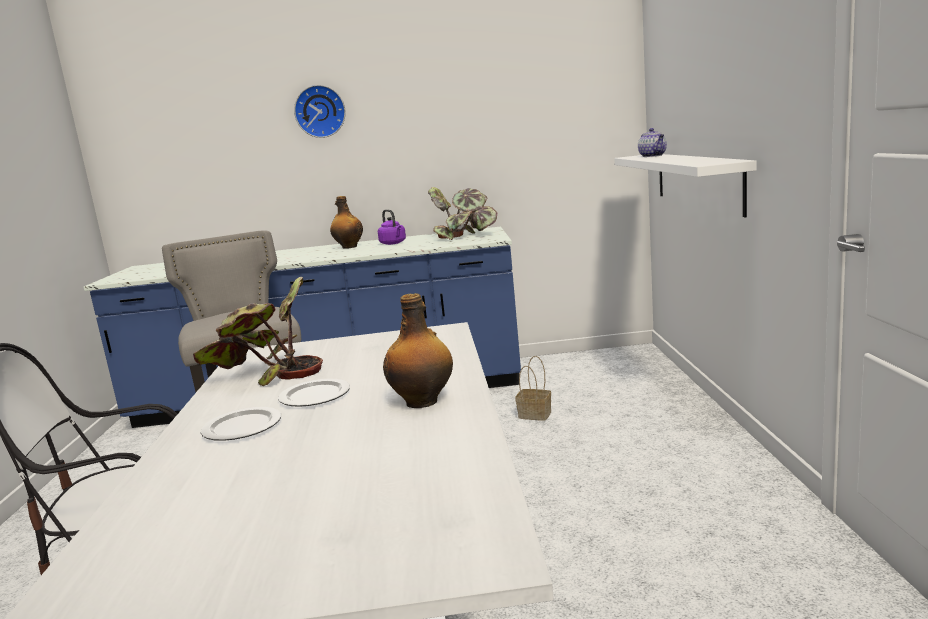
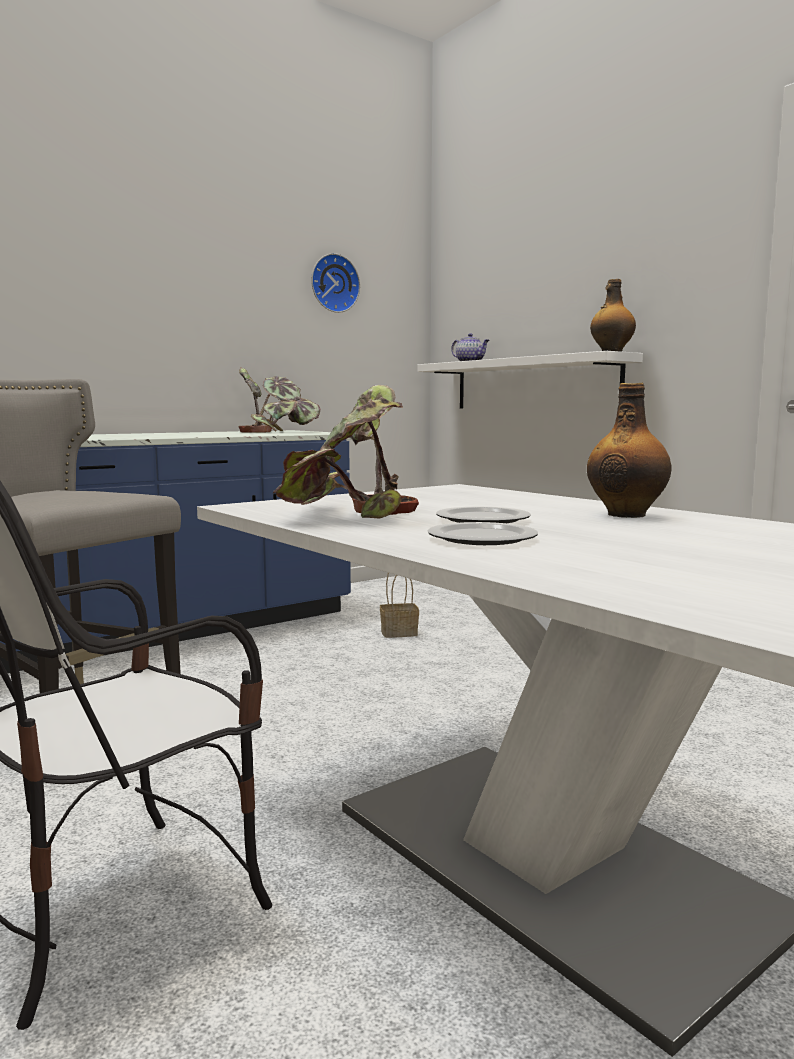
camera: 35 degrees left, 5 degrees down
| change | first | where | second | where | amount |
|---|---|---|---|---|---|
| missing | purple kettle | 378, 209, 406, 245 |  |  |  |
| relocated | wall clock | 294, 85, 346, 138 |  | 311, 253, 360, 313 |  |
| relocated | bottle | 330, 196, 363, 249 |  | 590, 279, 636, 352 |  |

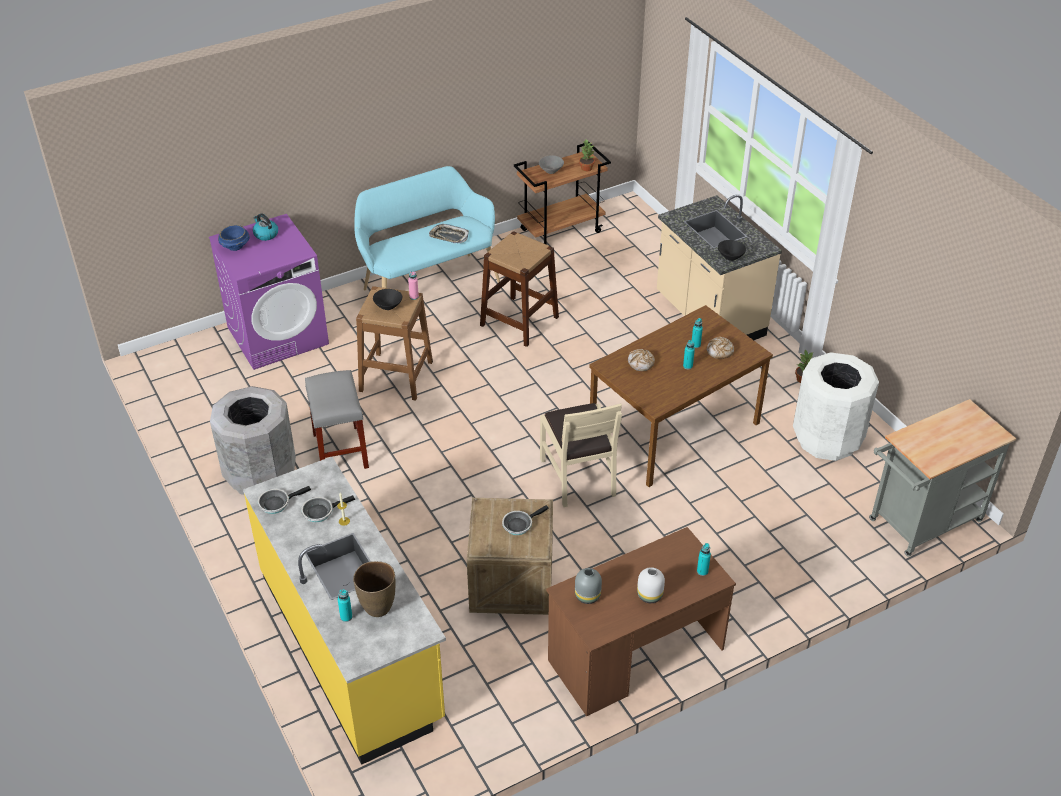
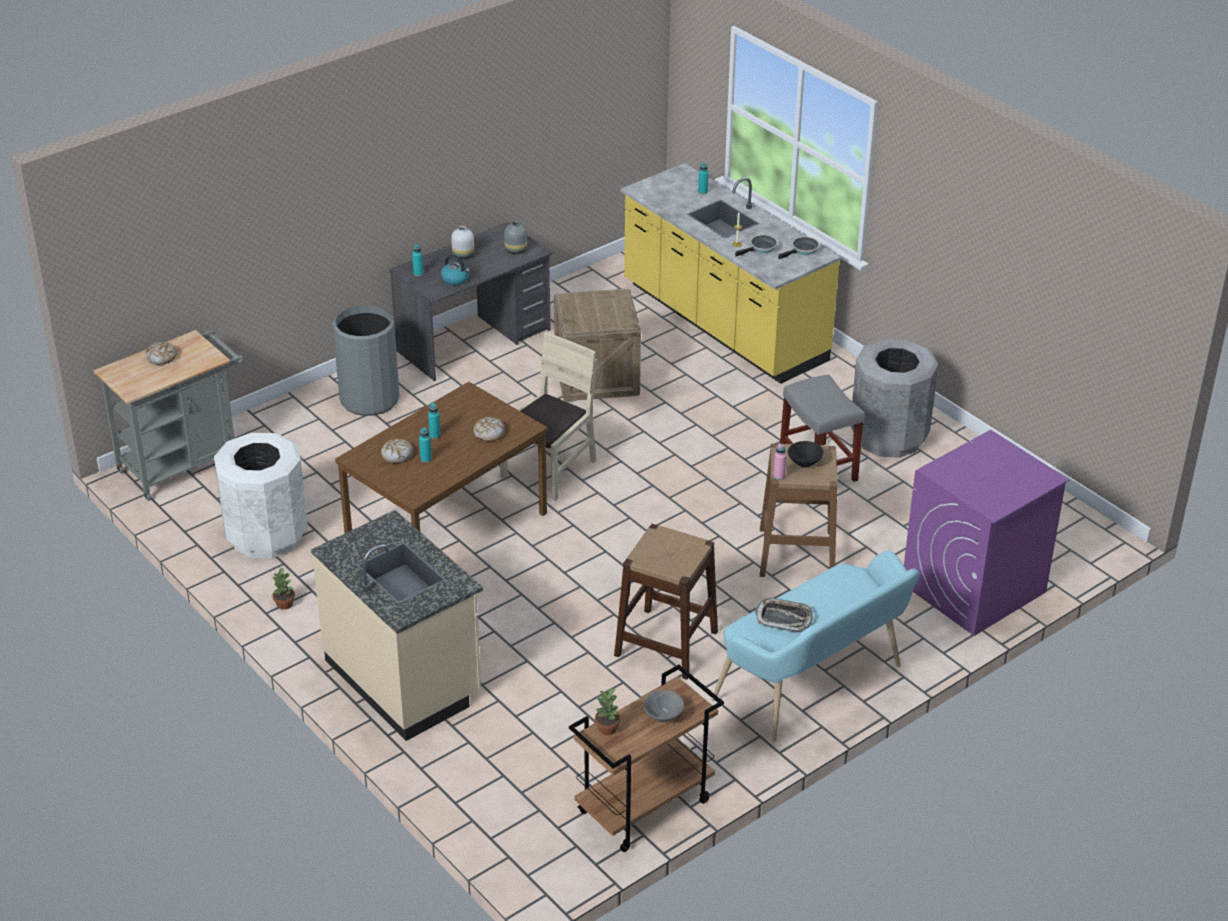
camera: 170 degrees right, 5 degrees down
| change | first | where | second | where | amount |
|---|---|---|---|---|---|
| missing | blue bowl | 218, 225, 250, 251 |  |  |  |
| missing | brown vase | 353, 561, 395, 617 |  |  |  |
| missing | frying pan | 502, 505, 549, 535 |  |  |  |
| missing | black bowl | 718, 240, 746, 261 |  |  |  |
| appeared |  |  | bread | 146, 342, 177, 365 |  |
| appeared |  |  | grey trash can | 333, 305, 400, 416 |  |
| relocated | kettle | 253, 213, 278, 241 |  | 441, 255, 470, 285 |  |
| colour | brown desk | 546, 527, 736, 716 | grey desk | 389, 222, 552, 381 |  |
| spun | beige chair | 540, 403, 622, 507 |  | 500, 332, 597, 501 | 60 degrees clockwise |

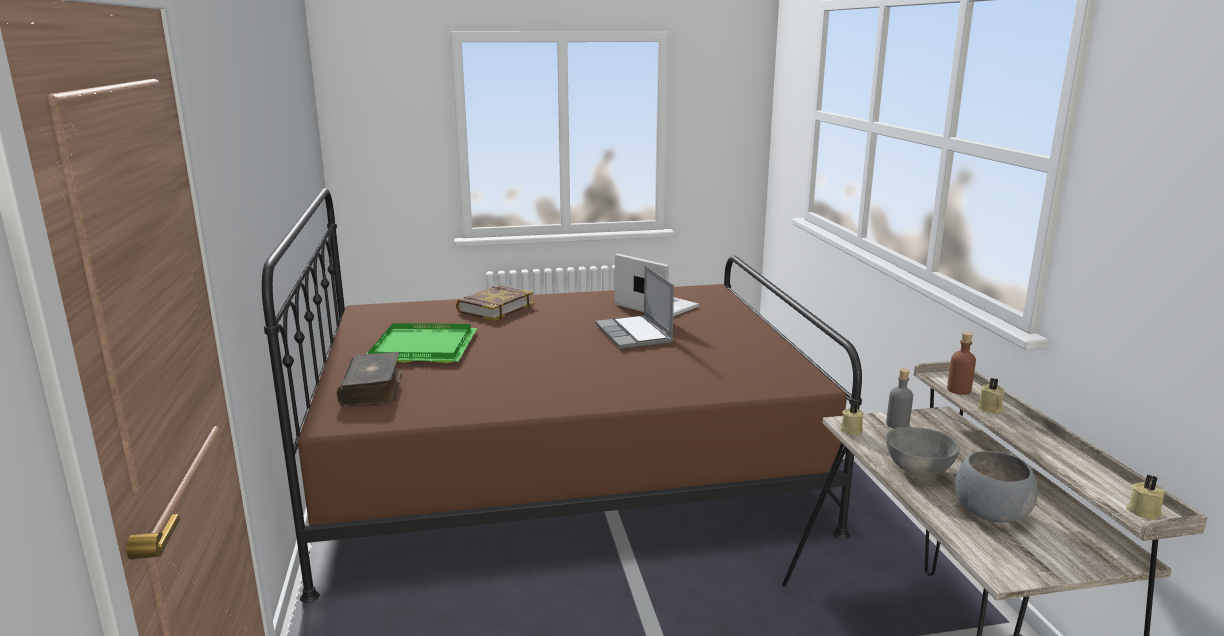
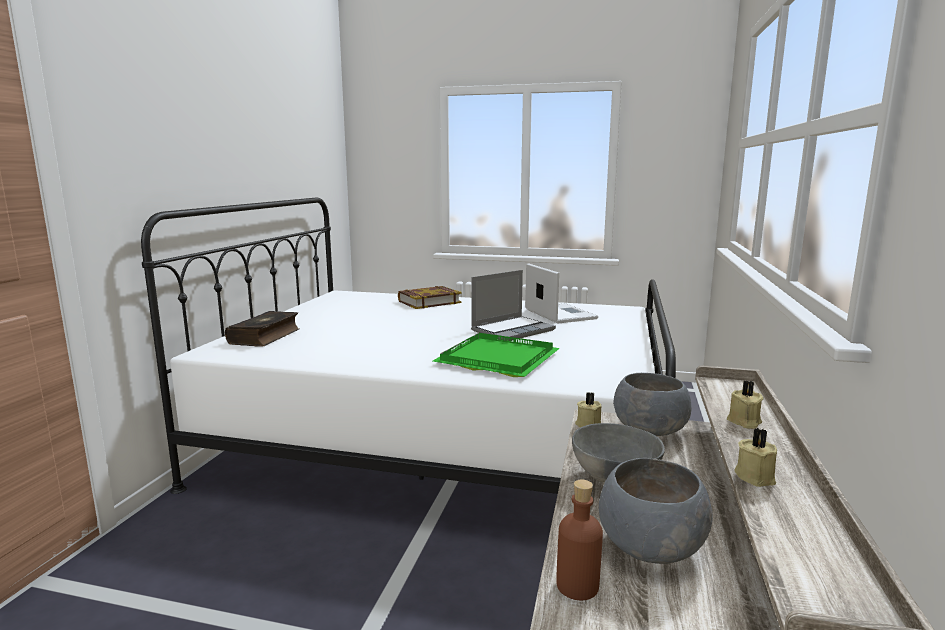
camera: 25 degrees right, 5 degrees down
| change | first | where | second | where | amount |
|---|---|---|---|---|---|
| relocated | green tray | 366, 323, 477, 363 |  | 433, 333, 560, 377 |  |
| relocated | brown bottle | 947, 332, 976, 395 |  | 556, 480, 603, 600 |  |
| relocated | beige candle | 1126, 475, 1165, 520 |  | 734, 428, 777, 487 |  |
| exchanged | grey bottle | 886, 369, 913, 429 | grey bowl | 613, 373, 692, 436 |  |
| colour | brown bed | 262, 188, 862, 603 | white bed | 141, 197, 676, 494 |  |
| spun | laptop | 595, 265, 674, 349 |  | 471, 270, 556, 341 | 135 degrees counterclockwise |

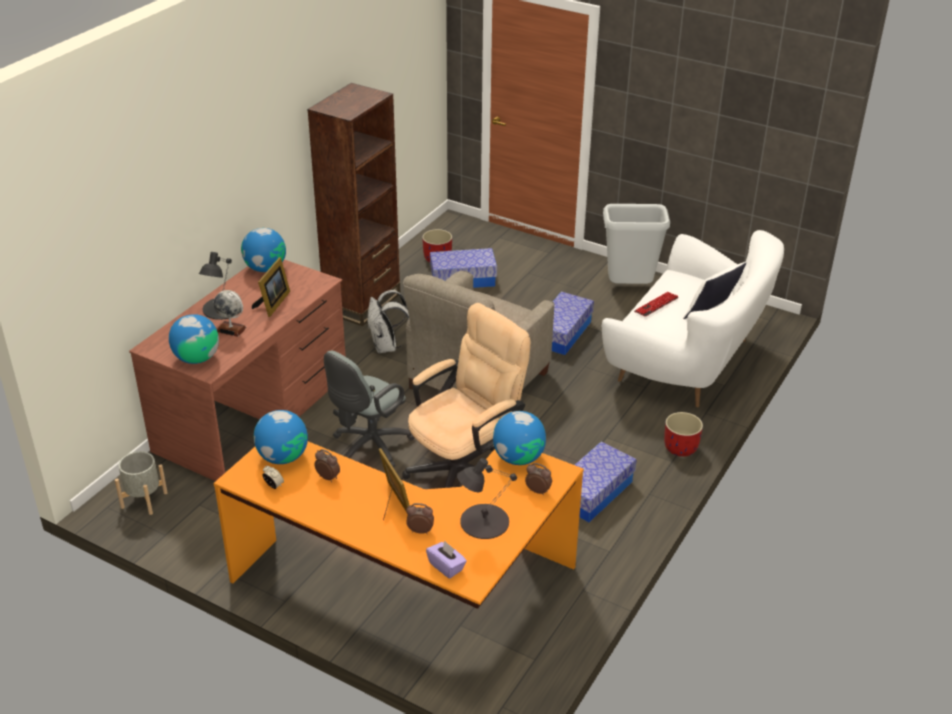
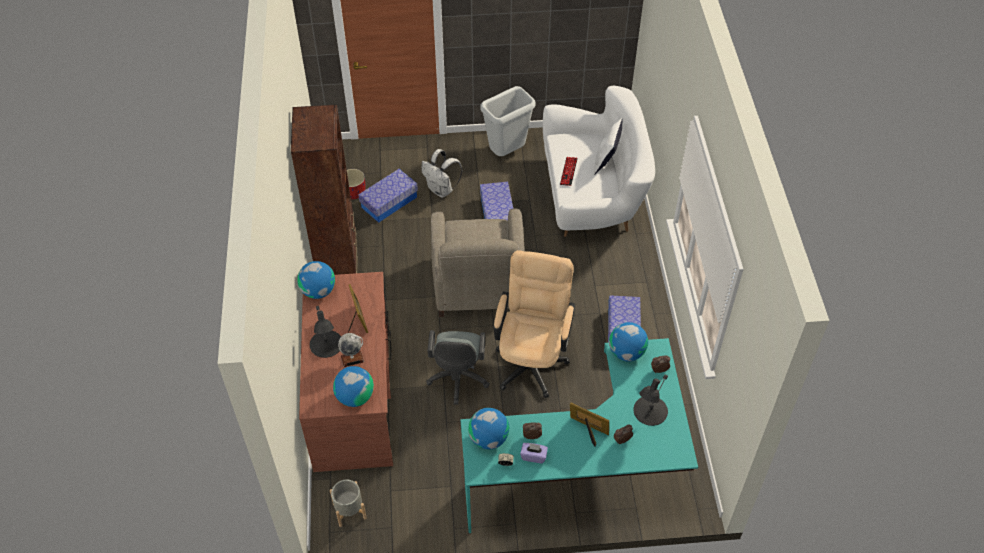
camera: 35 degrees left, 15 degrees up
| change | first | where | second | where | amount |
|---|---|---|---|---|---|
| missing | red planter | 664, 412, 703, 457 |  |  |  |
| relocated | white backpack | 367, 290, 409, 353 |  | 421, 149, 462, 198 |  |
| relocated | purple tissue box | 426, 540, 467, 579 |  | 520, 443, 548, 464 |  |
| colour | orange desk | 214, 441, 584, 609 | turquoise desk | 461, 338, 698, 533 |  |

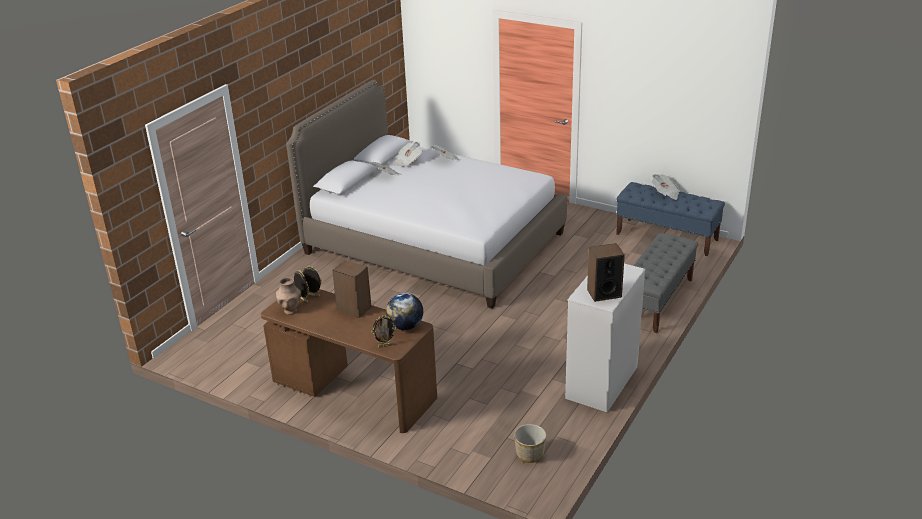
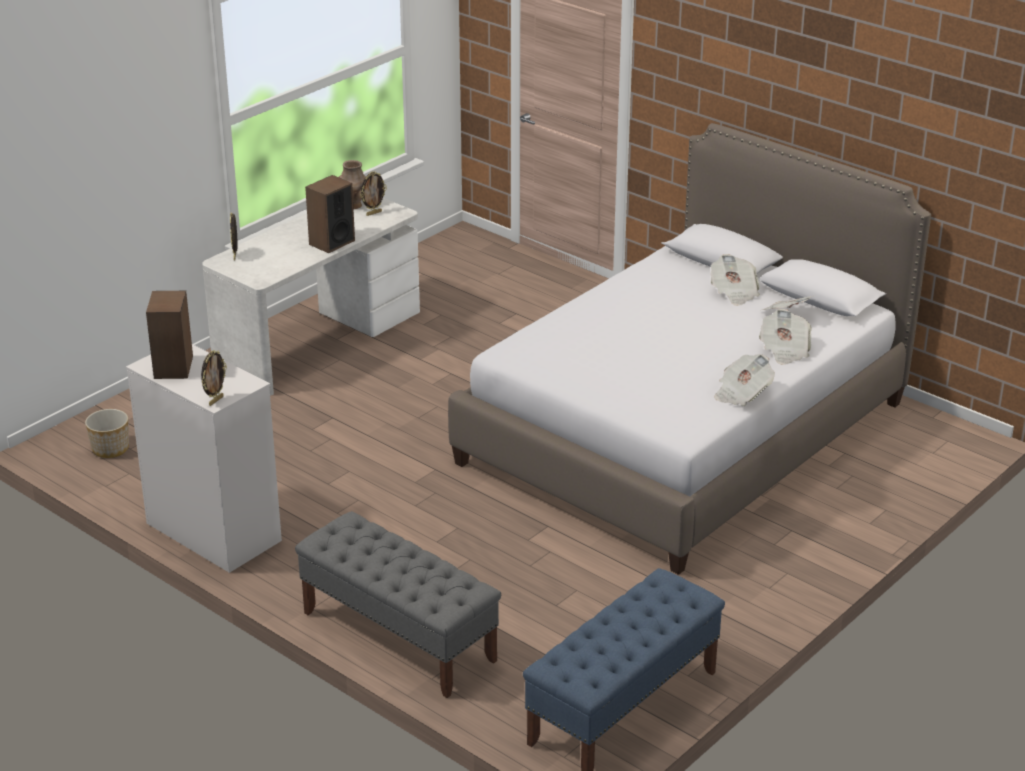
camera: 100 degrees right, 0 degrees up
| change | first | where | second | where | amount |
|---|---|---|---|---|---|
| missing | globe | 386, 293, 423, 330 |  |  |  |
| relocated | picture frame | 303, 265, 322, 296 |  | 201, 350, 227, 406 |  |
| relocated | newspaper | 652, 174, 680, 200 |  | 714, 354, 775, 406 |  |
| colour | brown desk | 261, 289, 437, 433 | white desk | 202, 198, 420, 396 |  |

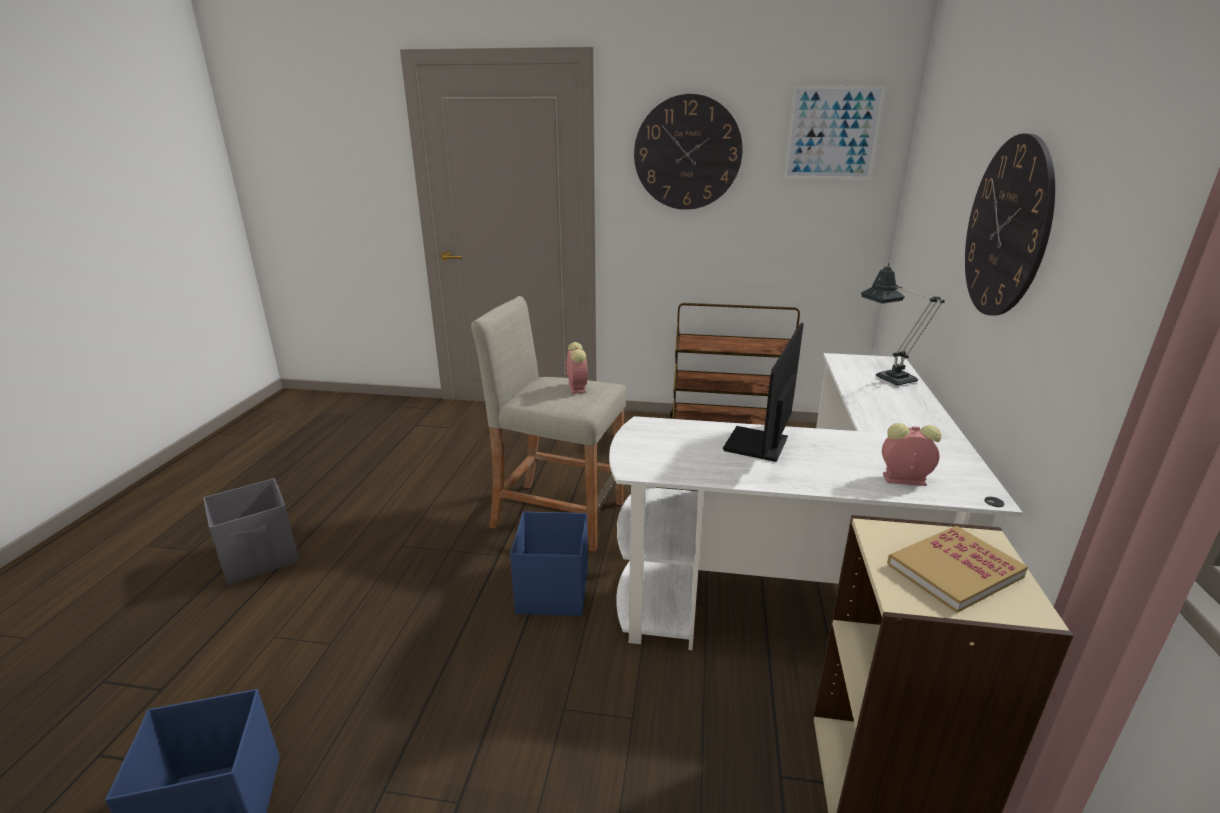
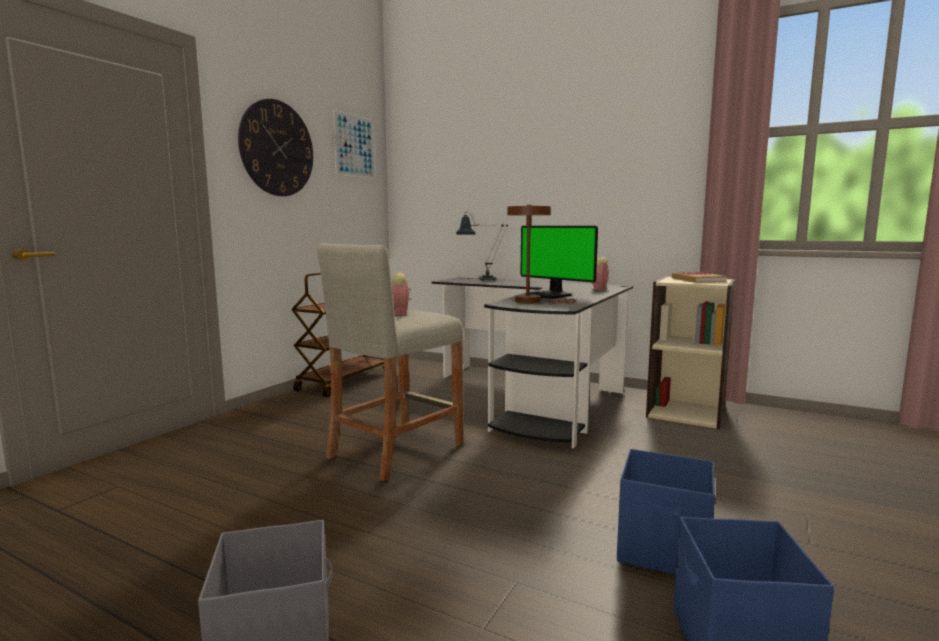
camera: 70 degrees left, 15 degrees down
| change | first | where | second | where | amount |
|---|---|---|---|---|---|
| missing | wall clock | 965, 133, 1055, 315 |  |  |  |
| appeared |  |  | brown table lamp | 507, 205, 576, 303 |  |
| relocated | blue storage box | 510, 511, 588, 616 |  | 617, 449, 715, 575 |  |
| colour | white desk | 609, 353, 1023, 650 | black desk | 432, 277, 633, 448 |  |
| spun | alarm clock | 564, 342, 588, 394 |  | 392, 272, 411, 315 | 105 degrees counterclockwise |

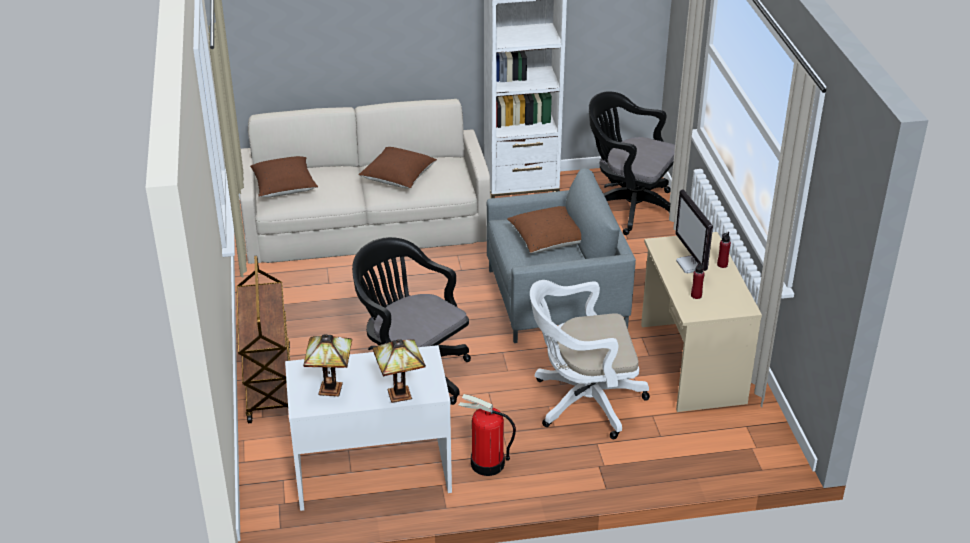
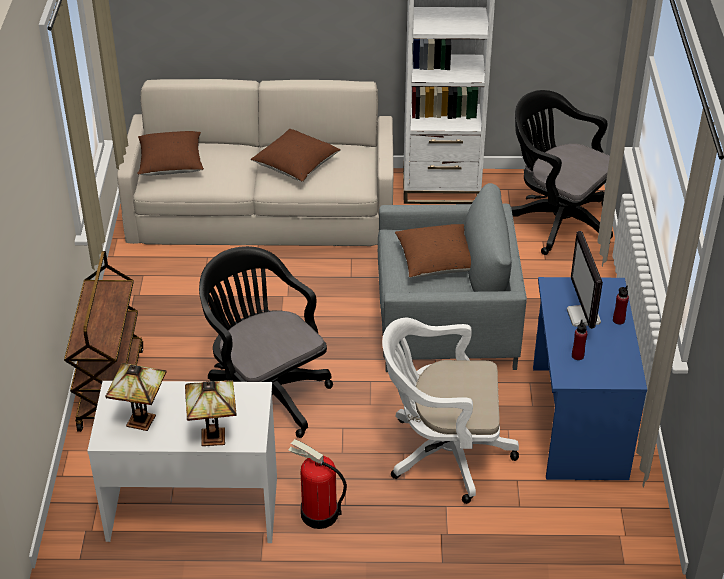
camera: 10 degrees right, 5 degrees up
| change | first | where | second | where | amount |
|---|---|---|---|---|---|
| colour | beige desk | 641, 232, 762, 412 | blue desk | 533, 277, 647, 480 |  |

